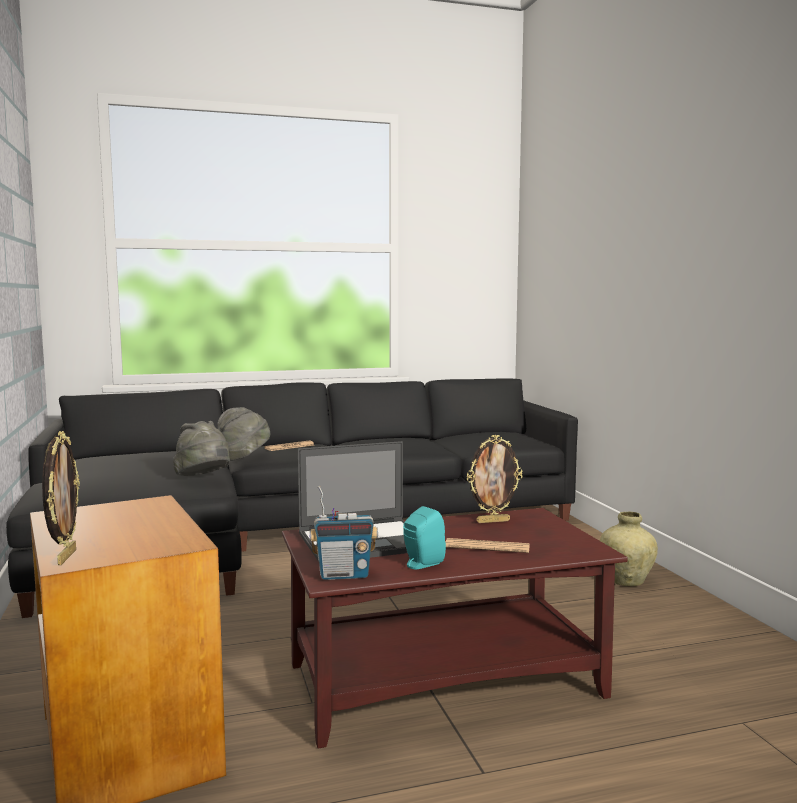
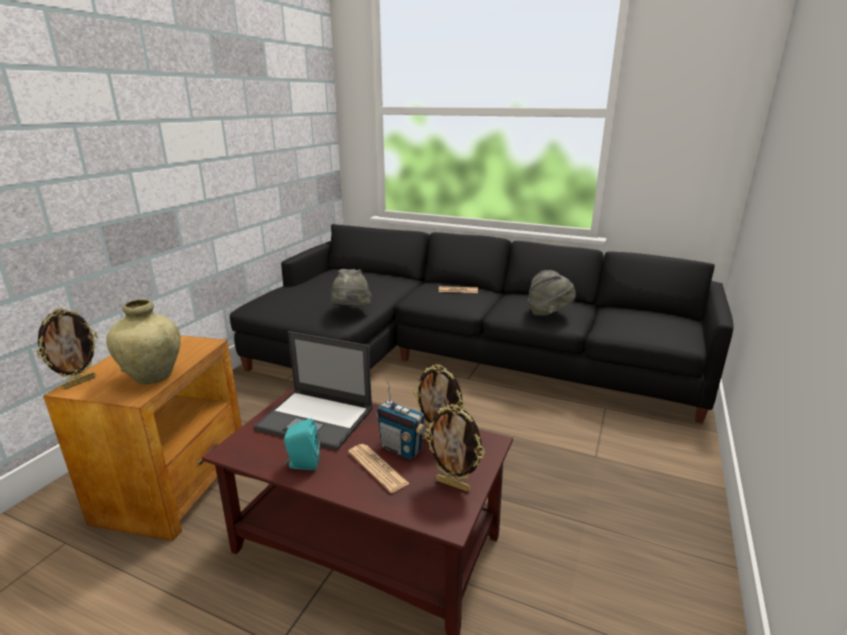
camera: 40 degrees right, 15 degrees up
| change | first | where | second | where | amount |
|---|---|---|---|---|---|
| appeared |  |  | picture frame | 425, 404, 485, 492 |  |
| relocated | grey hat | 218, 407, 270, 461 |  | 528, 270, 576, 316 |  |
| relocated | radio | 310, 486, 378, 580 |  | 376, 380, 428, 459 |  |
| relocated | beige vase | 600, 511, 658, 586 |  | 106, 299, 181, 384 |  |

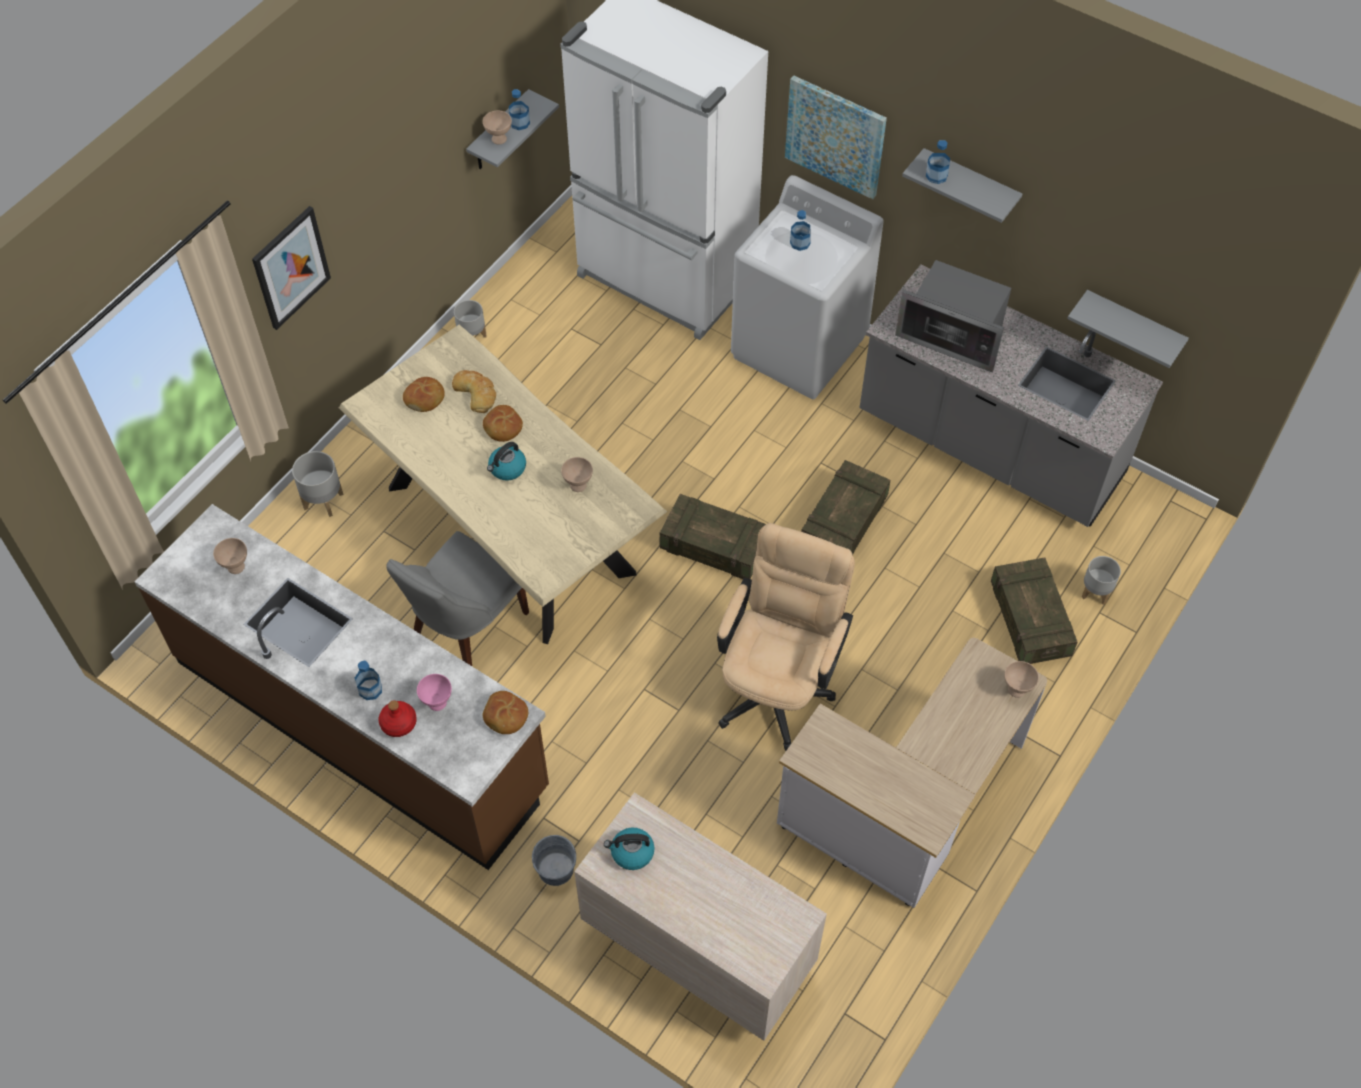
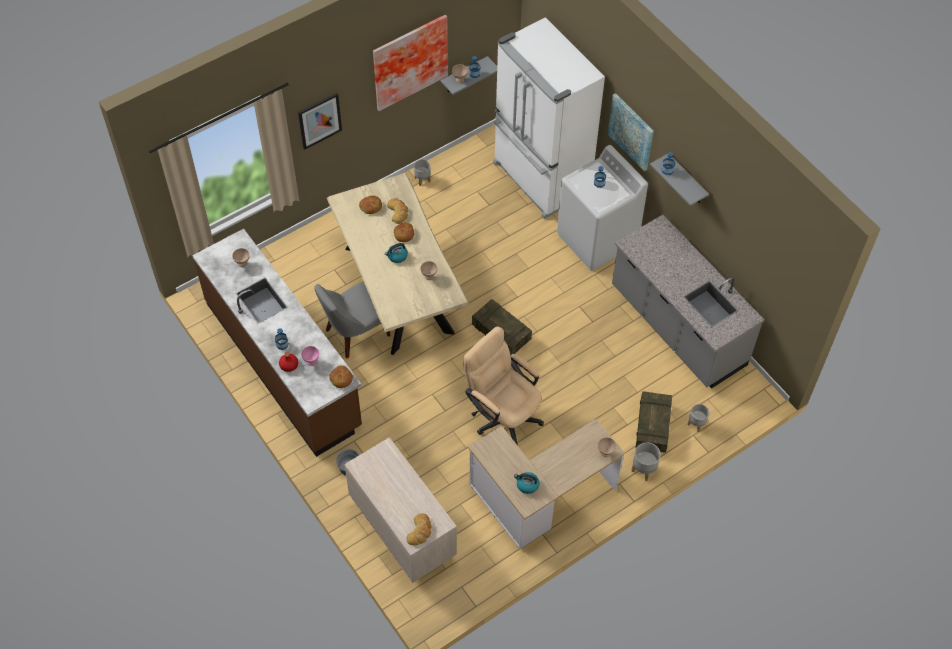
camera: 20 degrees right, 0 degrees up
| change | first | where | second | where | amount |
|---|---|---|---|---|---|
| missing | crate | 801, 460, 890, 555 |  |  |  |
| missing | microwave | 895, 260, 1011, 372 |  |  |  |
| missing | grey shelf | 1067, 290, 1189, 368 |  |  |  |
| appeared |  |  | picture | 373, 15, 448, 111 |  |
| appeared |  |  | bread | 406, 513, 431, 545 |  |
| relocated | grey planter | 292, 451, 344, 517 |  | 631, 442, 661, 481 |  |
| relocated | kettle | 604, 828, 655, 870 |  | 514, 472, 540, 494 |  |
| spun | beige office chair | 717, 523, 855, 752 |  | 463, 326, 544, 445 | 90 degrees counterclockwise |

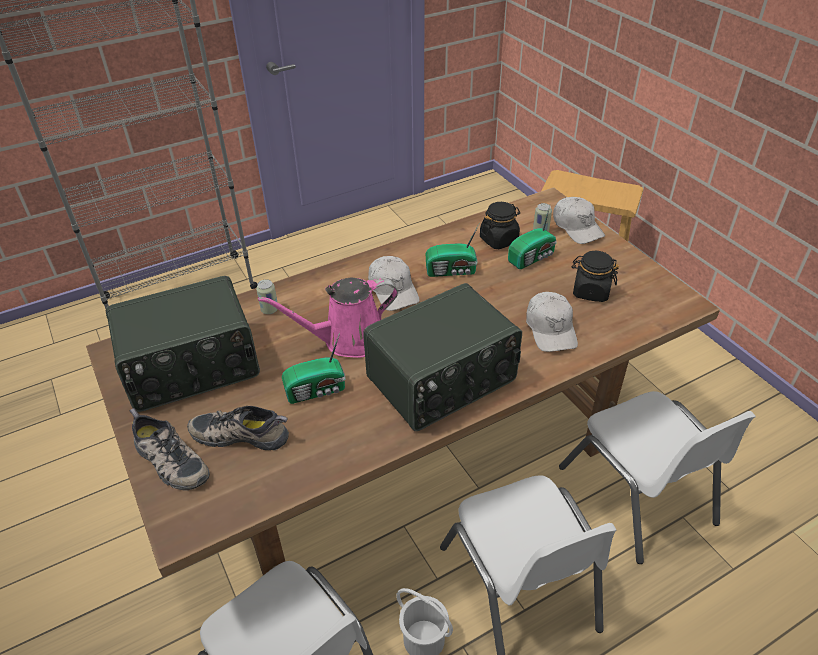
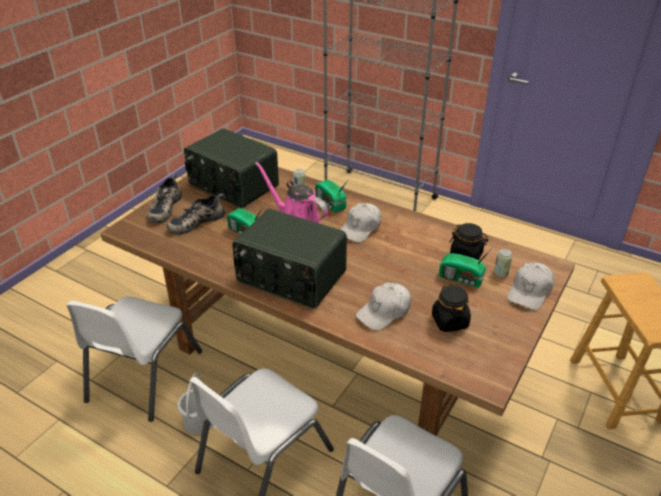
camera: 60 degrees right, 5 degrees down
| change | first | where | second | where | amount |
|---|---|---|---|---|---|
| relocated | radio | 426, 224, 479, 277 |  | 315, 179, 349, 212 |  |
| spun | shoe | 187, 406, 289, 450 |  | 166, 193, 225, 234 | 105 degrees counterclockwise |

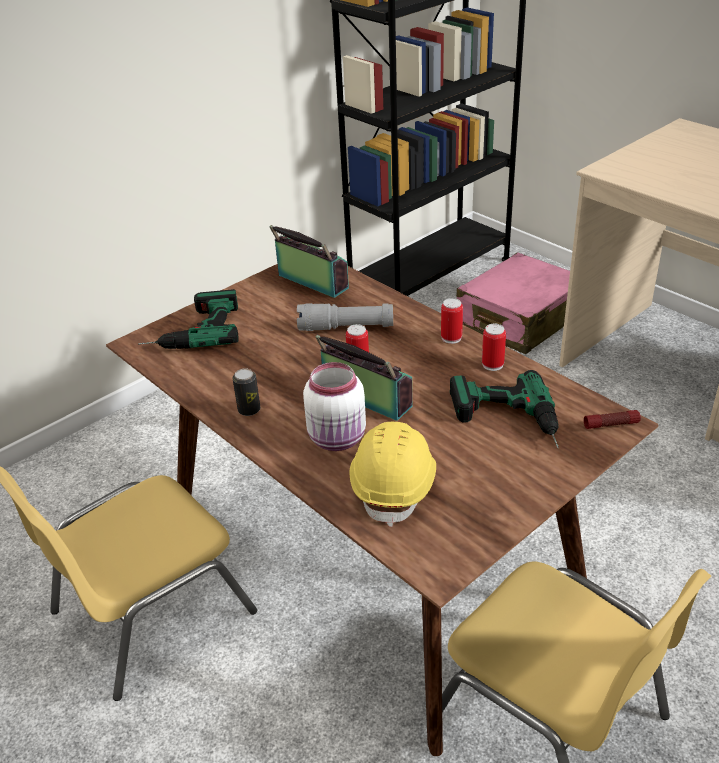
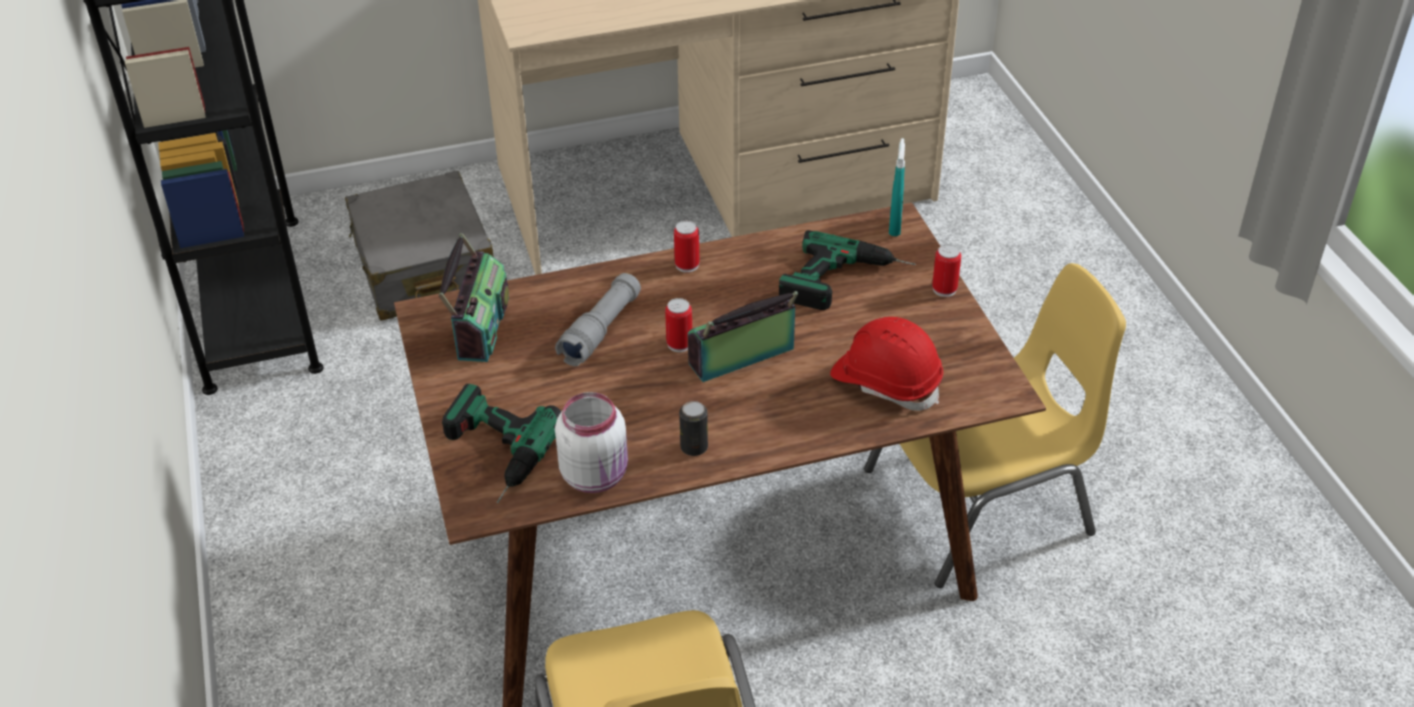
camera: 65 degrees left, 5 degrees up
| change | first | where | second | where | amount |
|---|---|---|---|---|---|
| relocated | white jar | 303, 362, 366, 451 |  | 555, 392, 628, 493 |  |
| relocated | can | 482, 324, 506, 371 |  | 932, 244, 961, 297 |  |
| exchanged | flashlight | 584, 410, 641, 429 | turquoise spray bottle | 889, 138, 905, 236 |  |
| colour | yellow hard hat | 350, 422, 436, 527 | red hard hat | 830, 317, 943, 411 |  |
| colour | pink suitcase | 456, 252, 570, 354 | grey suitcase | 345, 171, 493, 321 |  |
| spun | radio | 269, 225, 349, 298 |  | 439, 233, 509, 362 | 120 degrees clockwise |

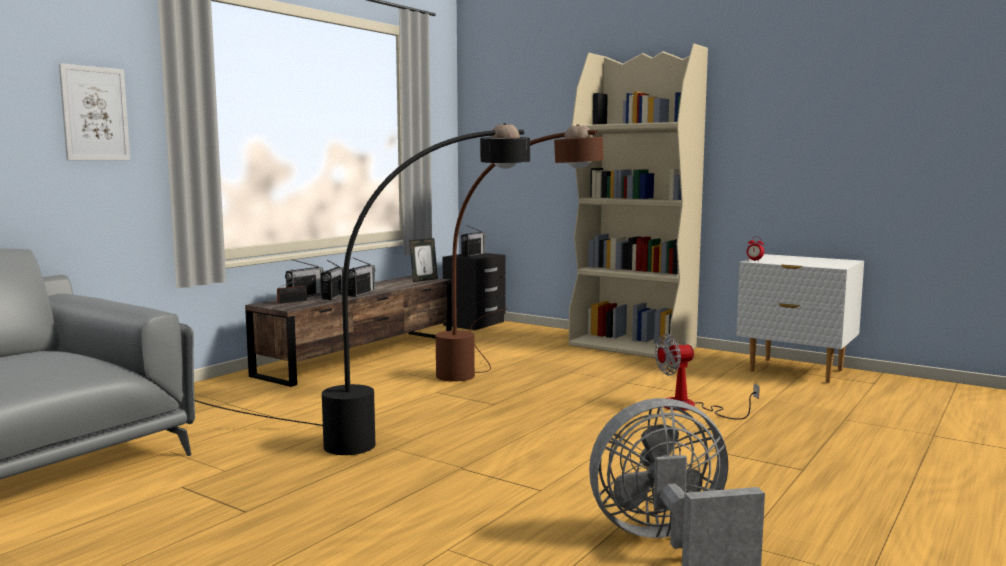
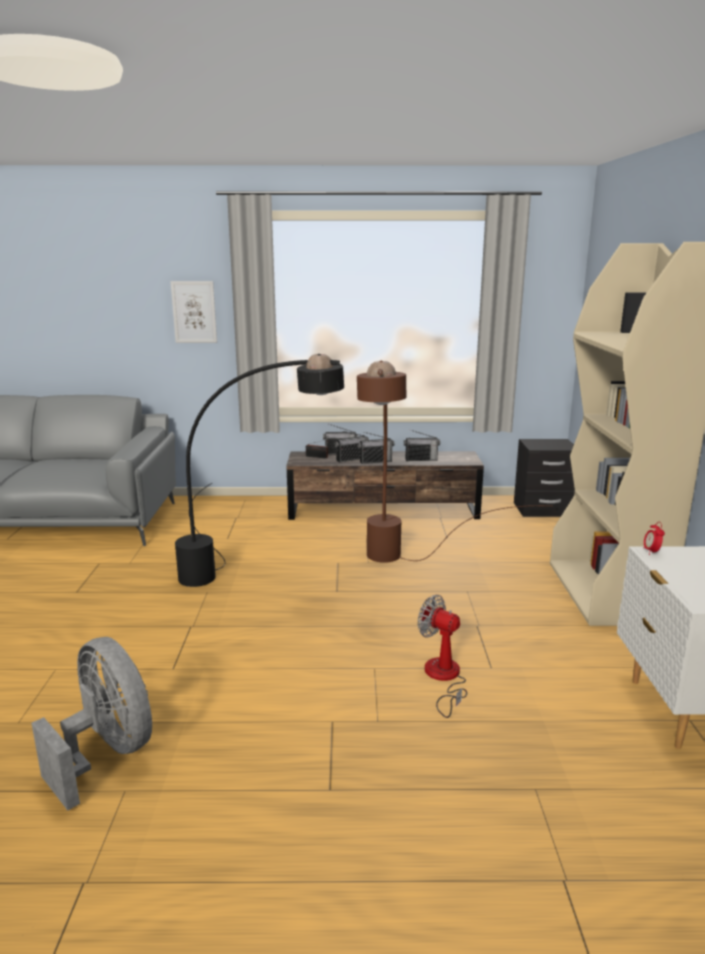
camera: 55 degrees right, 10 degrees up
| change | first | where | second | where | amount |
|---|---|---|---|---|---|
| missing | picture frame | 409, 238, 438, 282 |  |  |  |
| relocated | radio | 461, 225, 486, 257 |  | 404, 430, 440, 461 |  |

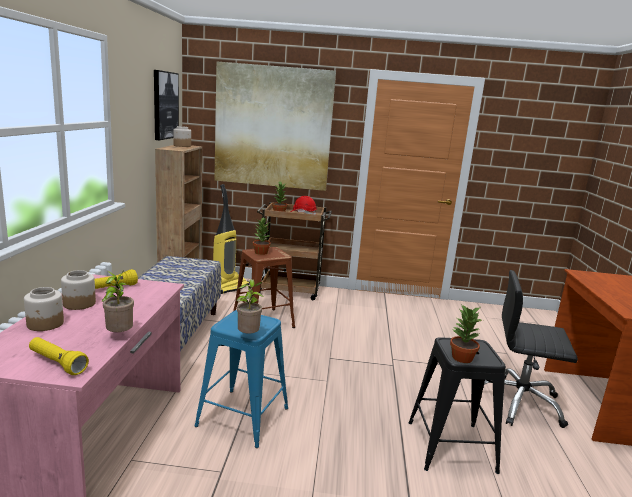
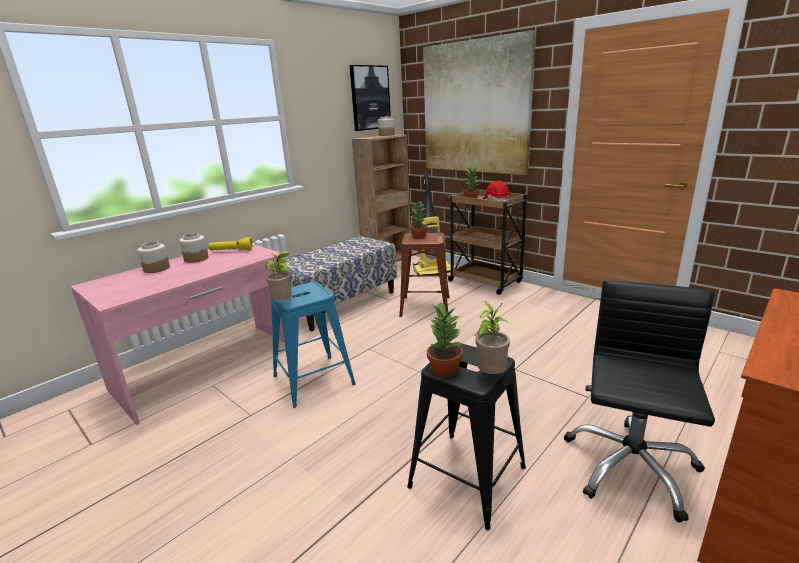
camera: 40 degrees right, 5 degrees up
| change | first | where | second | where | amount |
|---|---|---|---|---|---|
| missing | yellow flashlight | 29, 337, 89, 375 |  |  |  |
| relocated | potted plant | 101, 270, 134, 332 |  | 475, 301, 510, 374 |  |
| spun | black office chair | 484, 270, 578, 428 |  | 564, 280, 715, 523 | 60 degrees clockwise |

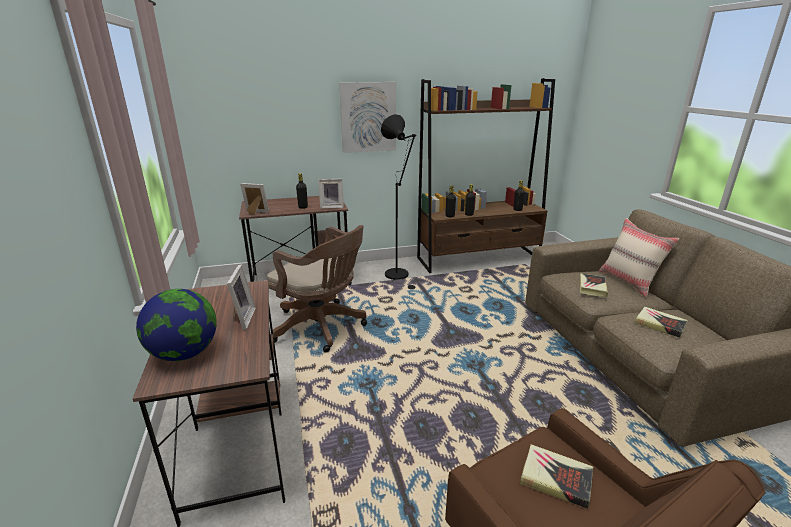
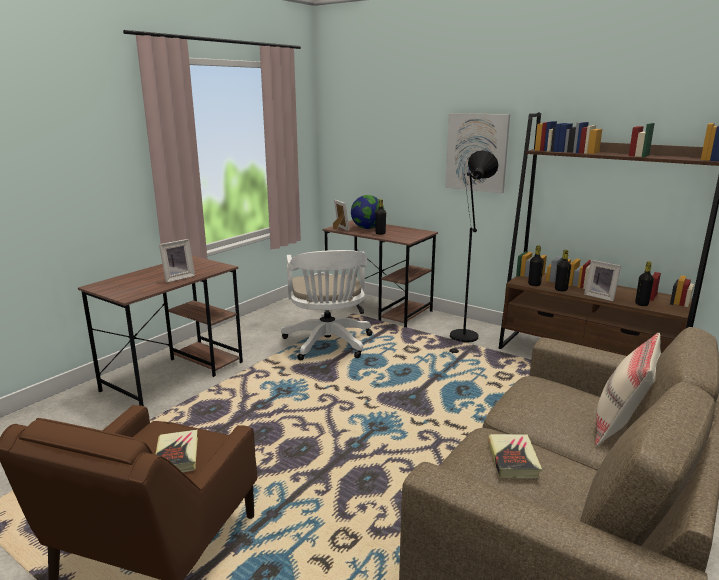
camera: 50 degrees right, 5 degrees down
| change | first | where | second | where | amount |
|---|---|---|---|---|---|
| missing | book | 580, 273, 608, 297 |  |  |  |
| relocated | globe | 136, 289, 217, 361 |  | 351, 195, 384, 229 |  |
| relocated | picture frame | 318, 179, 344, 209 |  | 584, 260, 621, 301 |  |
| colour | brown office chair | 267, 225, 367, 353 | white office chair | 281, 250, 372, 360 |  |

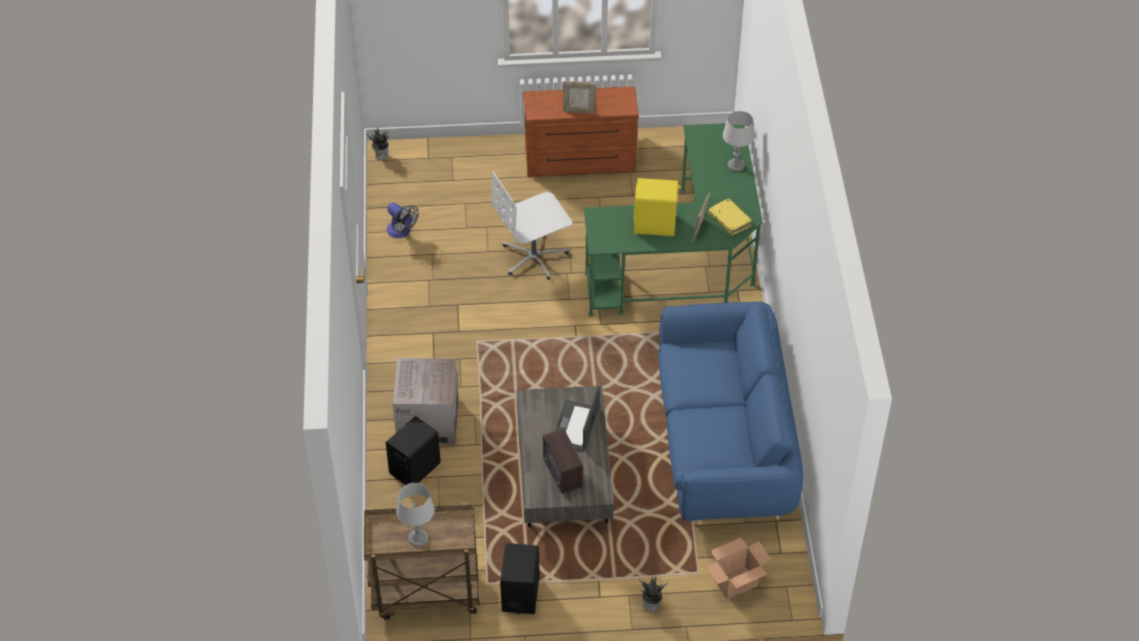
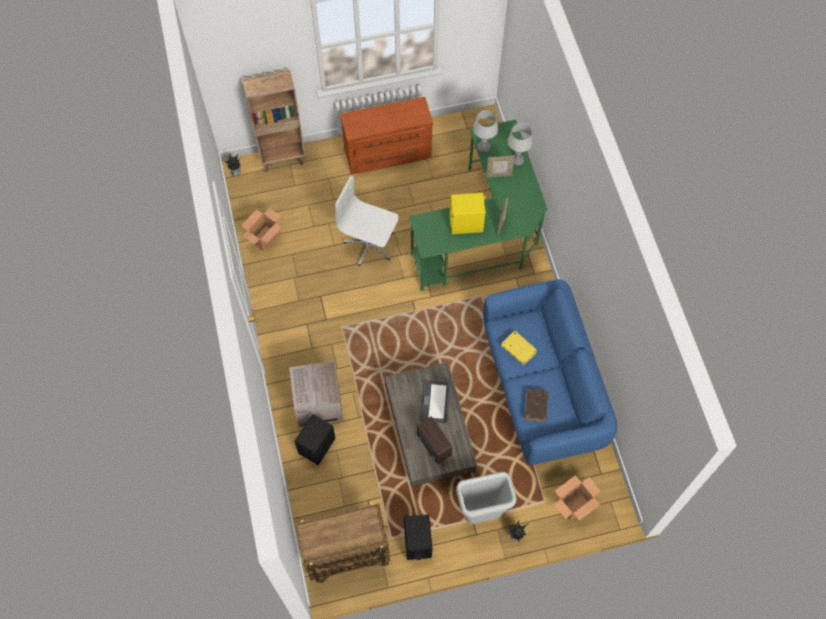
camera: 10 degrees left, 15 degrees up
| change | first | where | second | where | amount |
|---|---|---|---|---|---|
| appeared |  |  | brown bookcase | 242, 70, 306, 172 |  |
| appeared |  |  | grey trash can | 456, 472, 517, 524 |  |
| appeared |  |  | brown book | 525, 389, 549, 422 |  |
| relocated | grey table lamp | 396, 483, 435, 547 |  | 473, 110, 498, 153 |  |
| relocated | picture frame | 563, 81, 596, 114 |  | 487, 156, 514, 177 |  |
| relocated | yellow book | 709, 198, 752, 235 |  | 501, 331, 537, 365 |  |
| exchanged | fan | 387, 202, 419, 238 | cardboard box | 241, 208, 282, 251 |  |
| spun | white office chair | 491, 172, 573, 280 |  | 335, 176, 399, 266 | 60 degrees clockwise |

